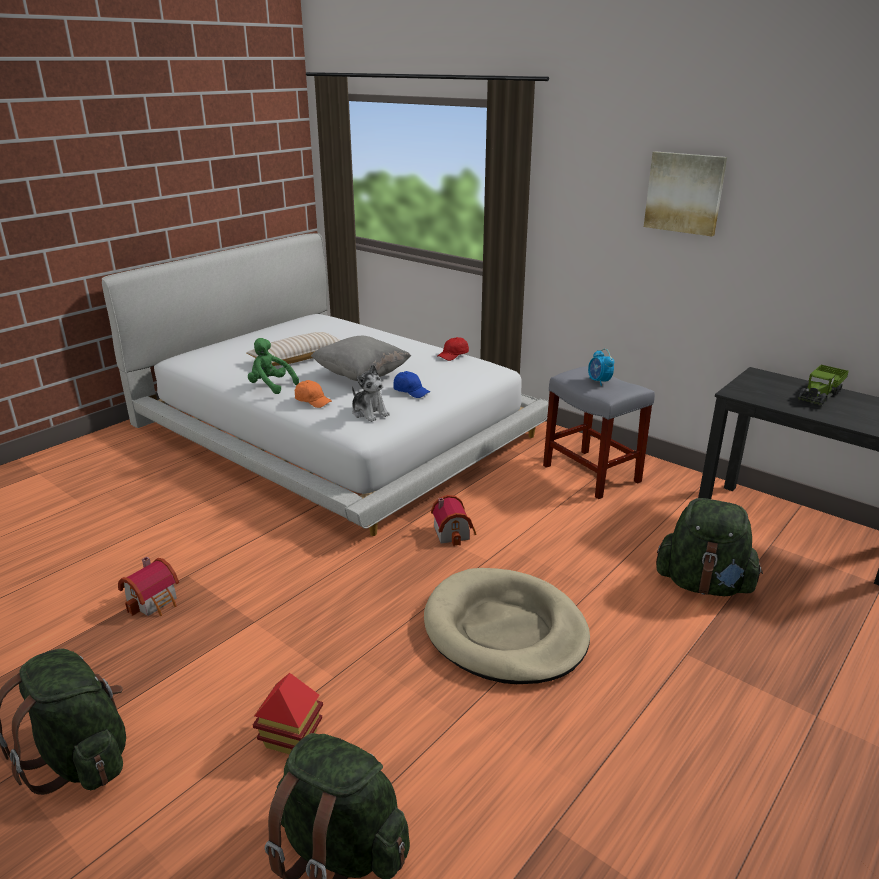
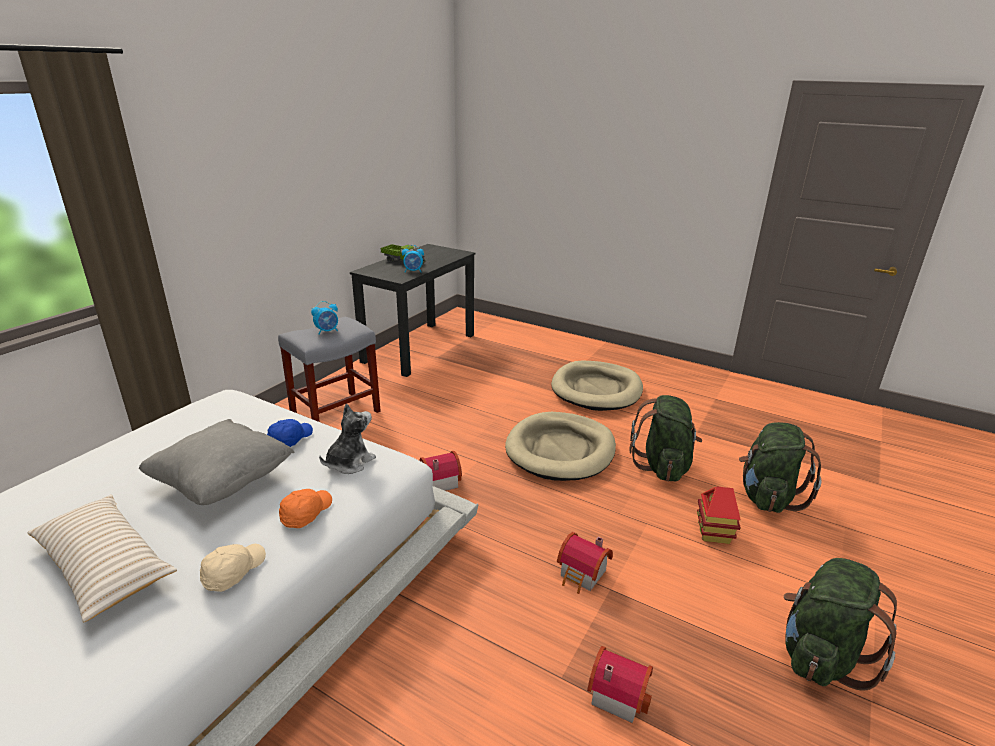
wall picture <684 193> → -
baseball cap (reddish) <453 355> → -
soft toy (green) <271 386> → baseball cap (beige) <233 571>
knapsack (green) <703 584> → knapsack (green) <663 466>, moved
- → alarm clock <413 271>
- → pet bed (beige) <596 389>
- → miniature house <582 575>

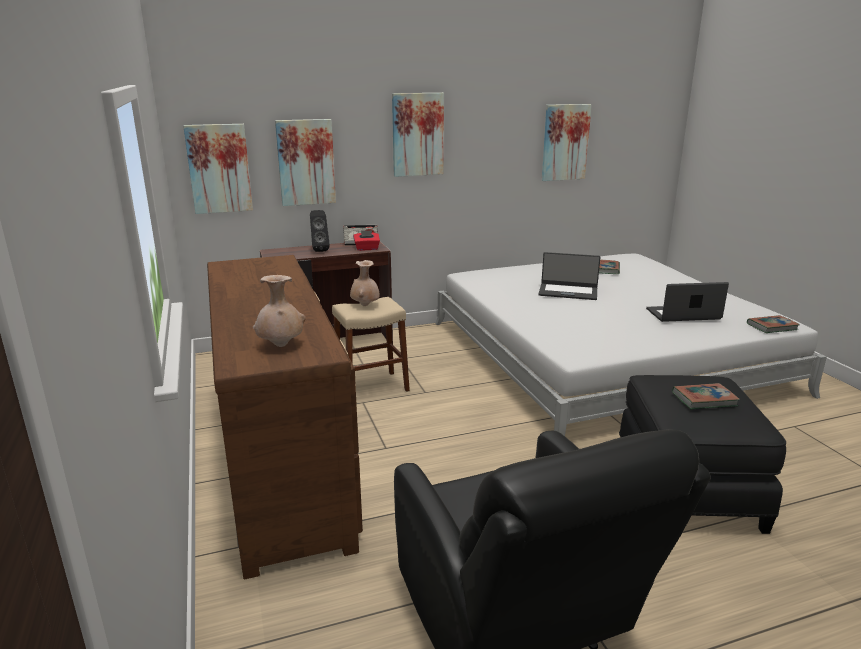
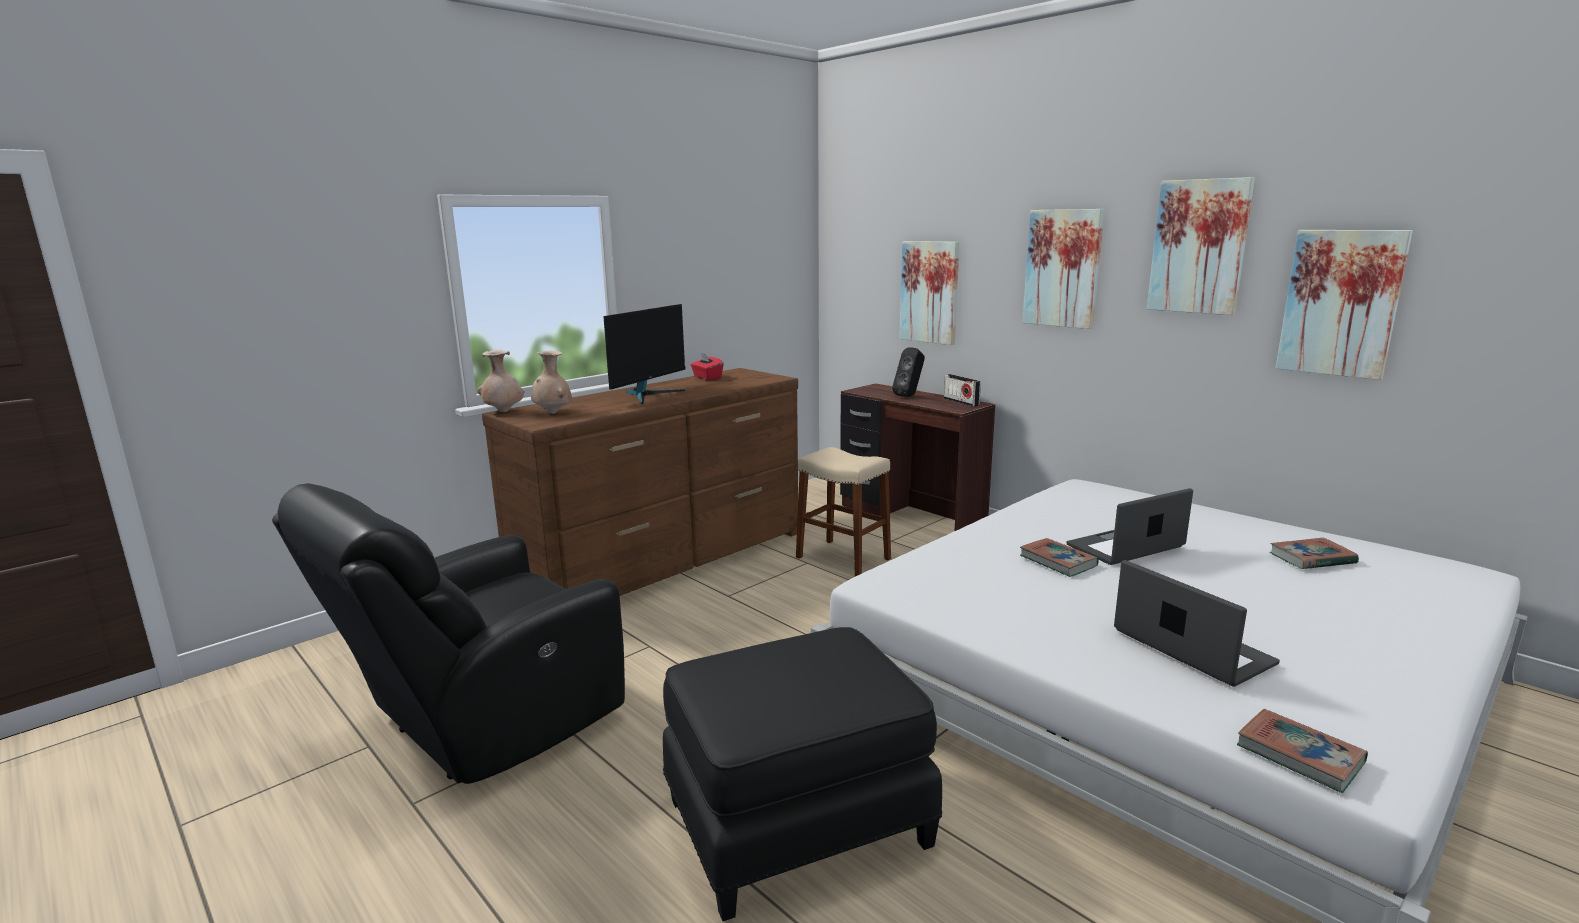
wall picture <219 168> → wall picture <1199 246>, moved
box of tissues (reddish) <367 249> → box of tissues (reddish) <707 378>, moved
notebook computer <568 292> → notebook computer <1126 547>, 75 degrees clockwise
decorative vase (beige) <365 305> → decorative vase (beige) <504 412>, moved
volume <704 399> → volume <1058 561>, moved
- → computer display <648 395>

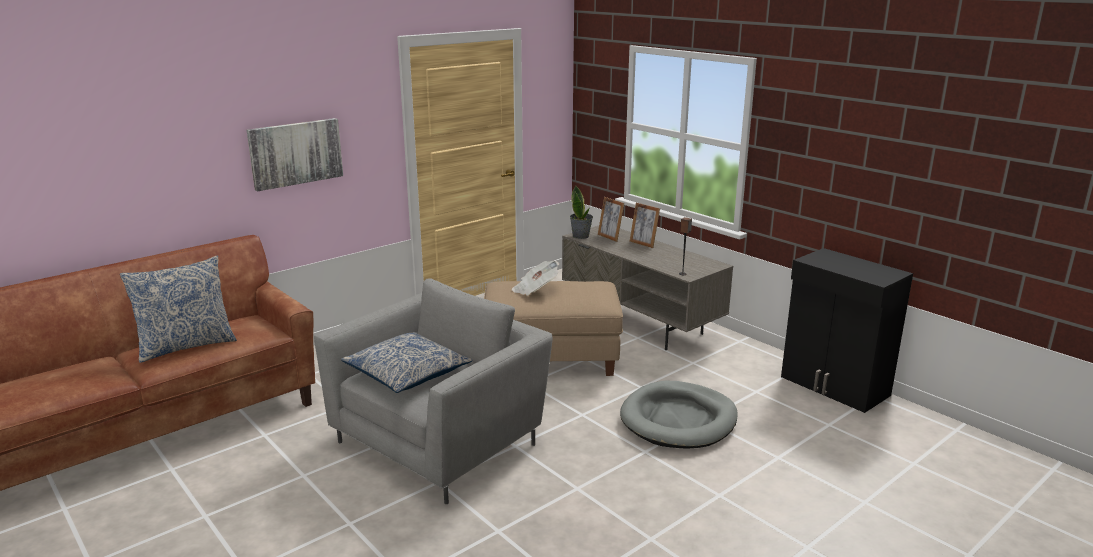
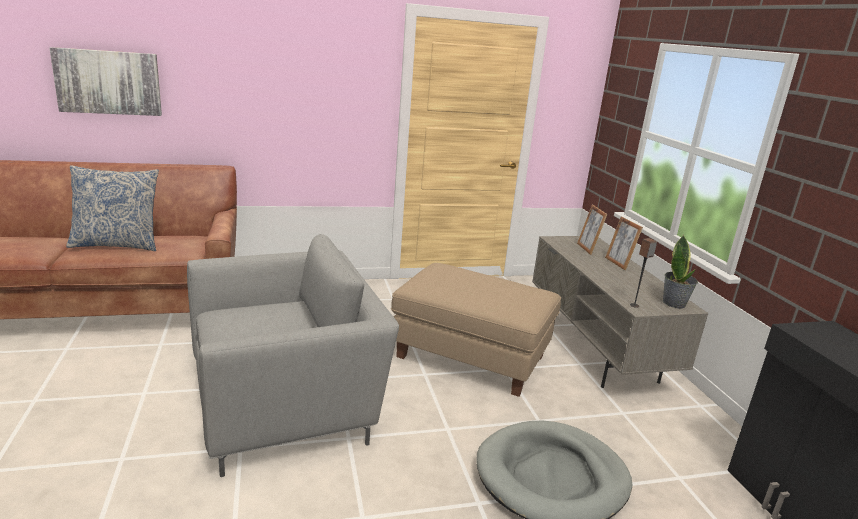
wall picture <295 153> → wall picture <108 82>, moved
plant in a pot <581 236> → plant in a pot <674 303>, moved
newspaper <535 289> → -
cushion <407 373> → -

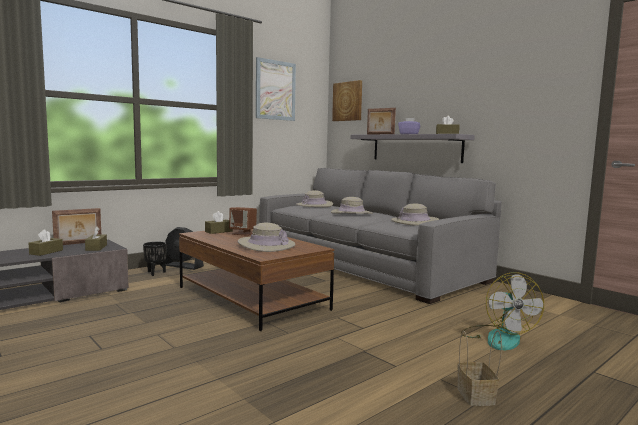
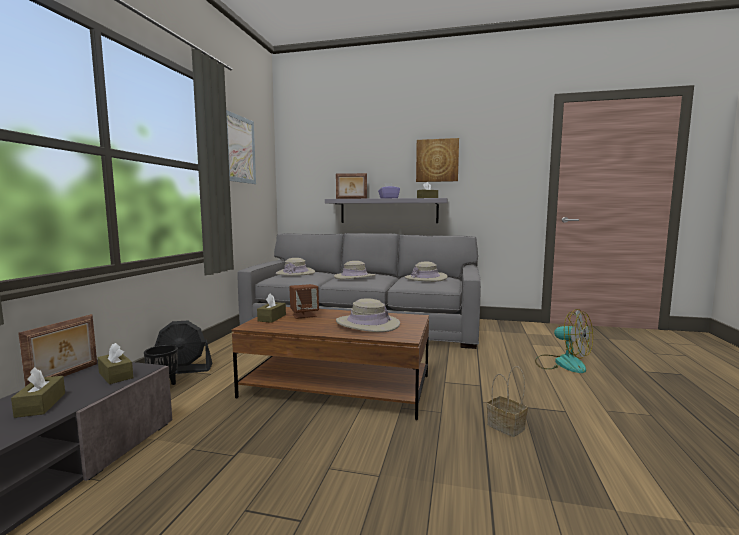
wall picture <348 101> → wall picture <437 160>, moved
storage basket <477 396> → storage basket <507 427>, moved

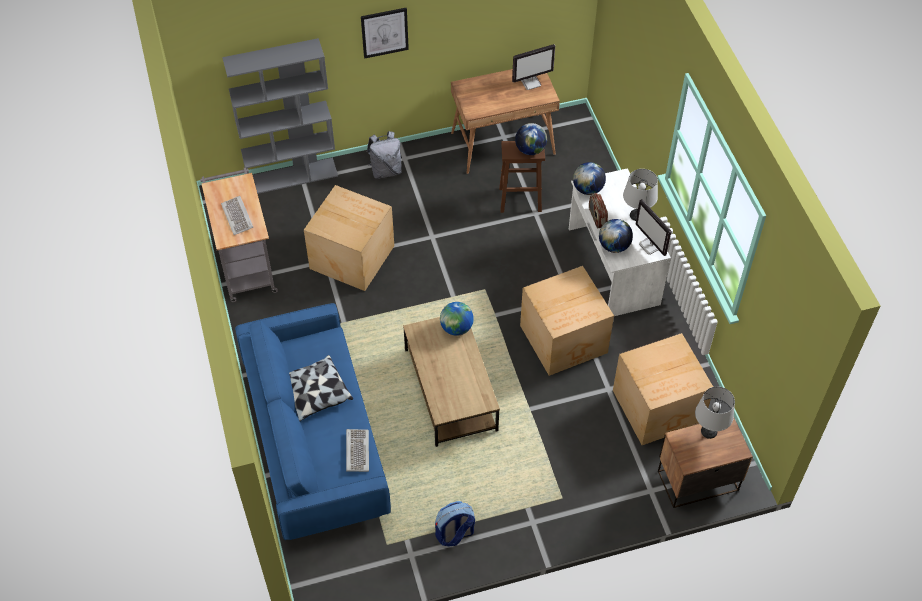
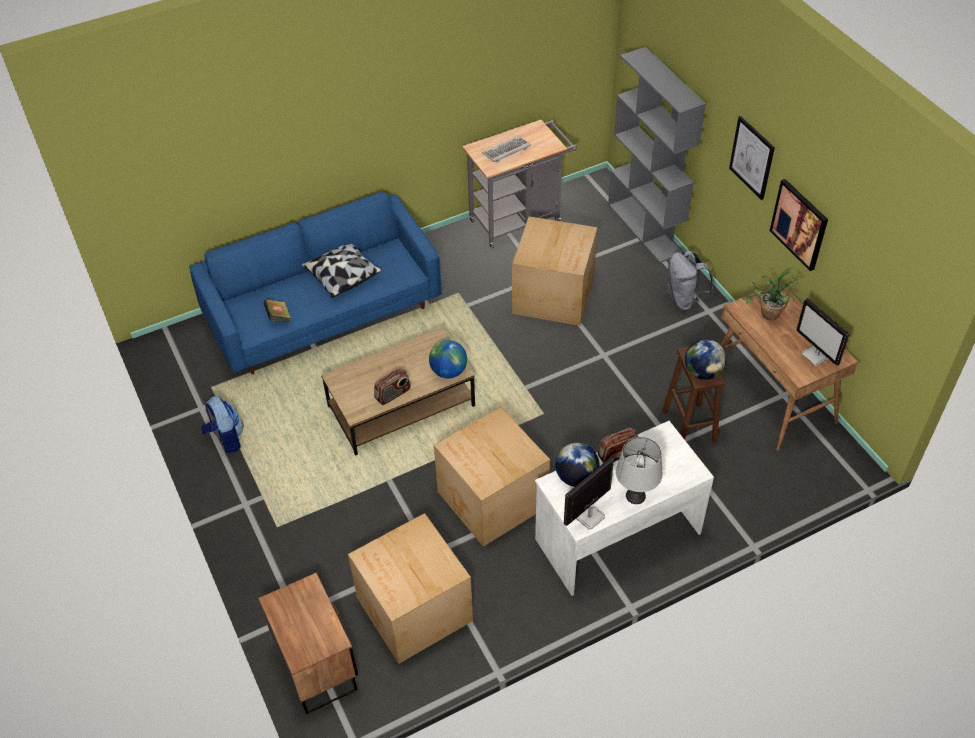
globe <588 189> → -
table lamp (gray) <709 431> → -
PC keyboard <357 451> → volume <278 318>
- → wall picture <799 224>
- → plant in a pot <766 316>
- → radio receiver <393 394>

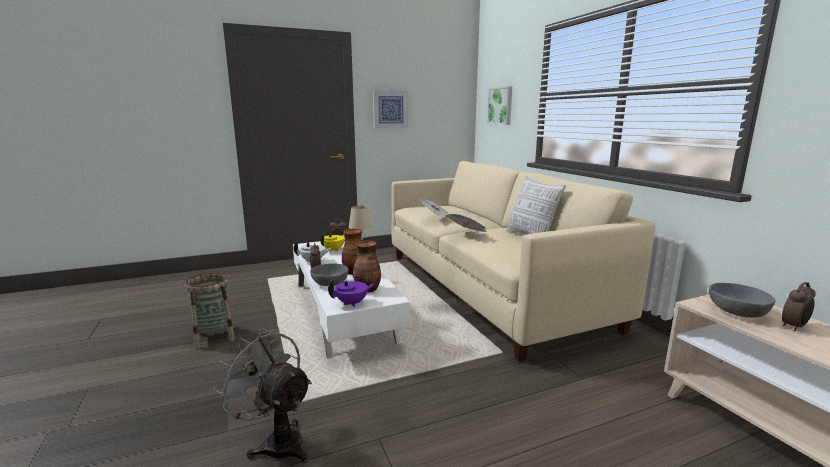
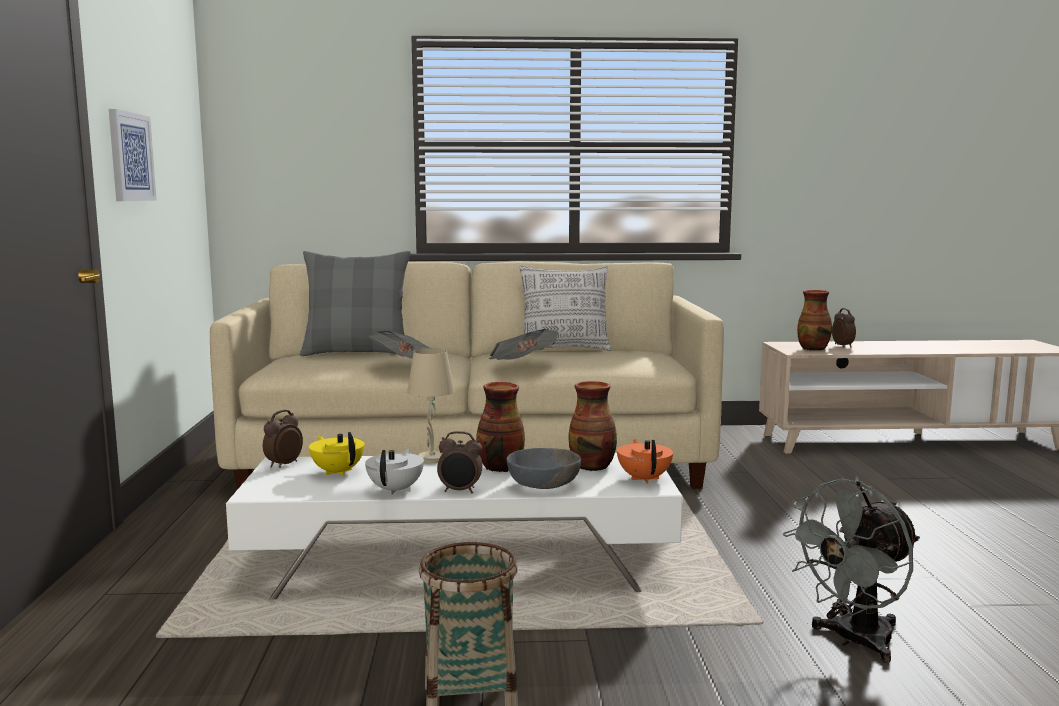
wall picture <500 106> → -
tea pot (purplish) <352 303> → tea pot (orange) <644 478>
bowl (gray) <737 312> → decorative vase <813 349>
- → cushion (gray) <357 353>

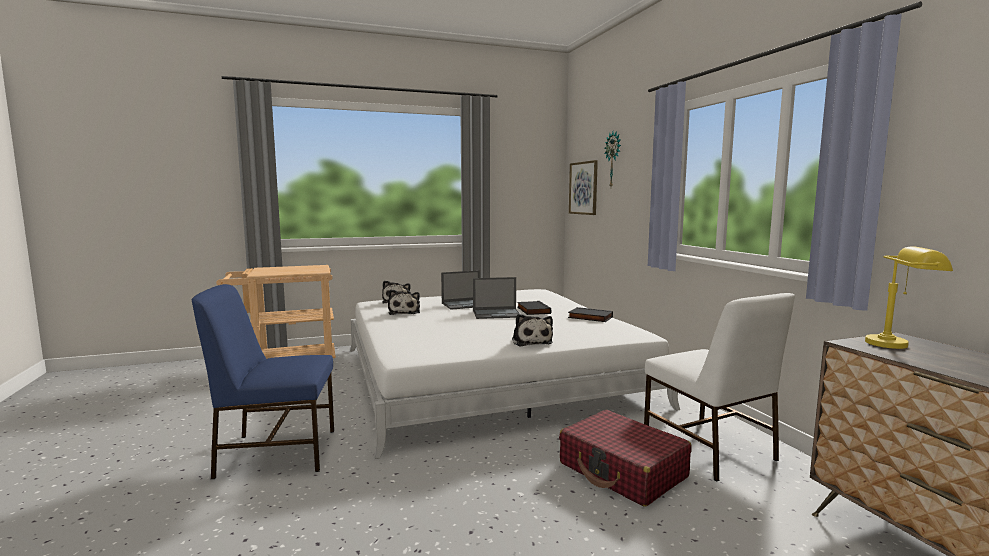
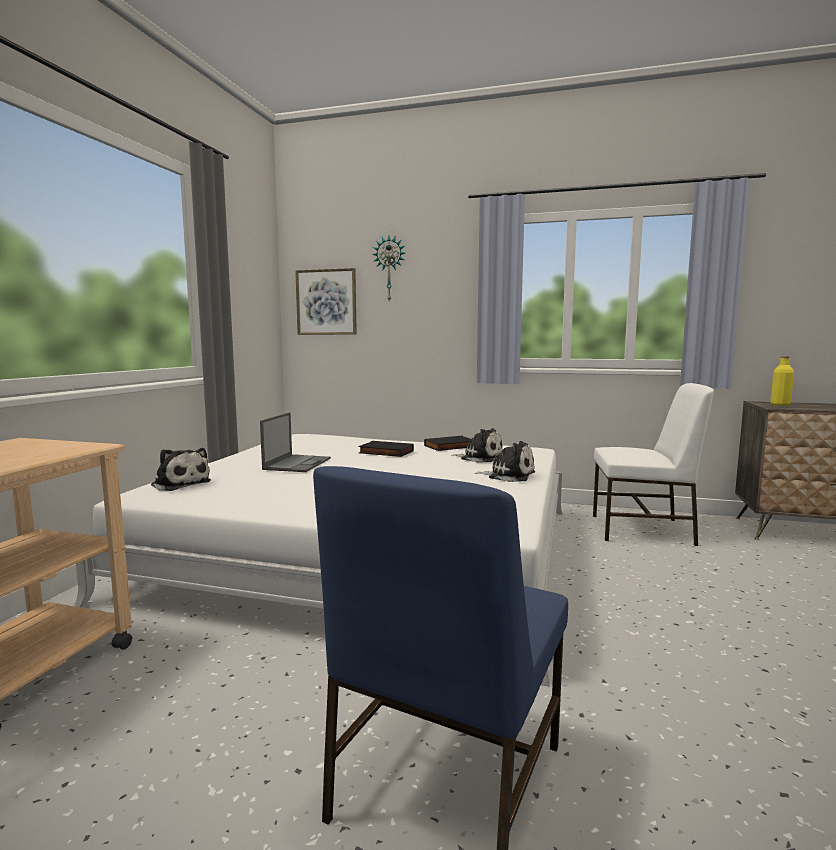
table lamp (yellow) <900 344> → drink bottle (yellow) <780 404>
notebook computer <497 314> → -
soft toy <404 312> → soft toy <480 458>, moved
travel case (reddish) <622 471> → -

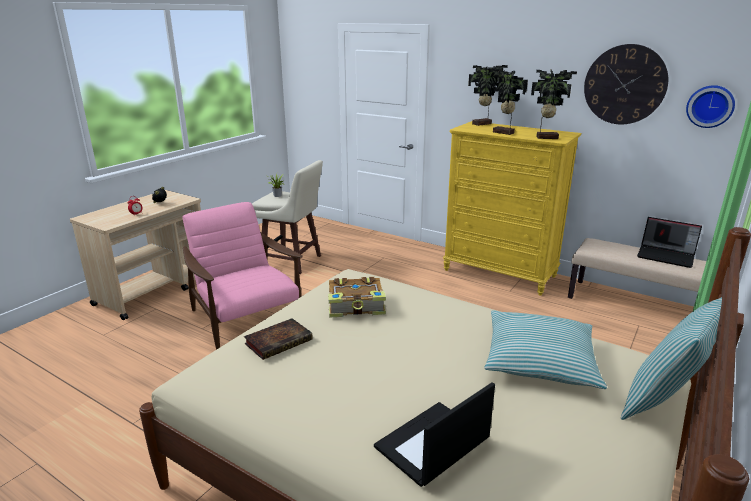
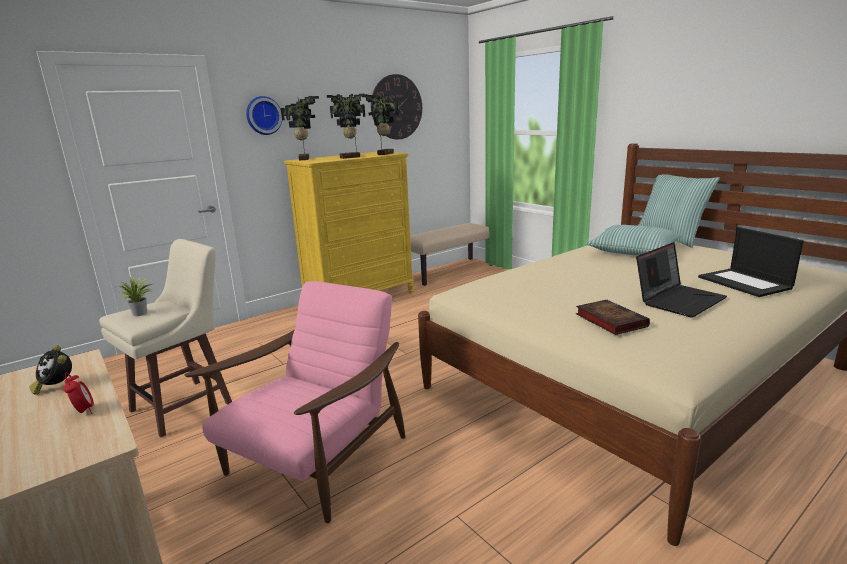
wall clock <710 106> → wall clock <263 115>, moved
easy chair (pink) <246 318> → easy chair (pink) <316 459>, 135 degrees clockwise
notebook computer <666 256> → notebook computer <678 300>, moved
volume <357 306> → -

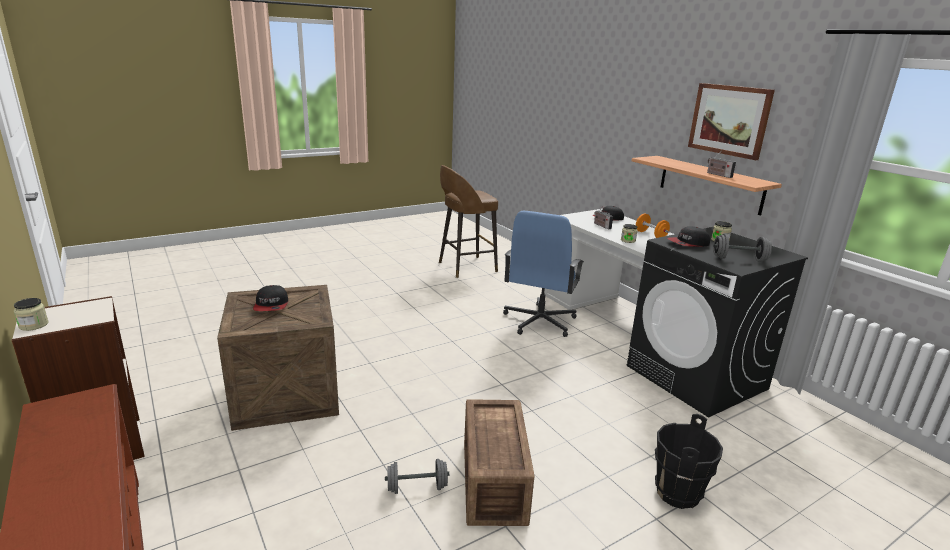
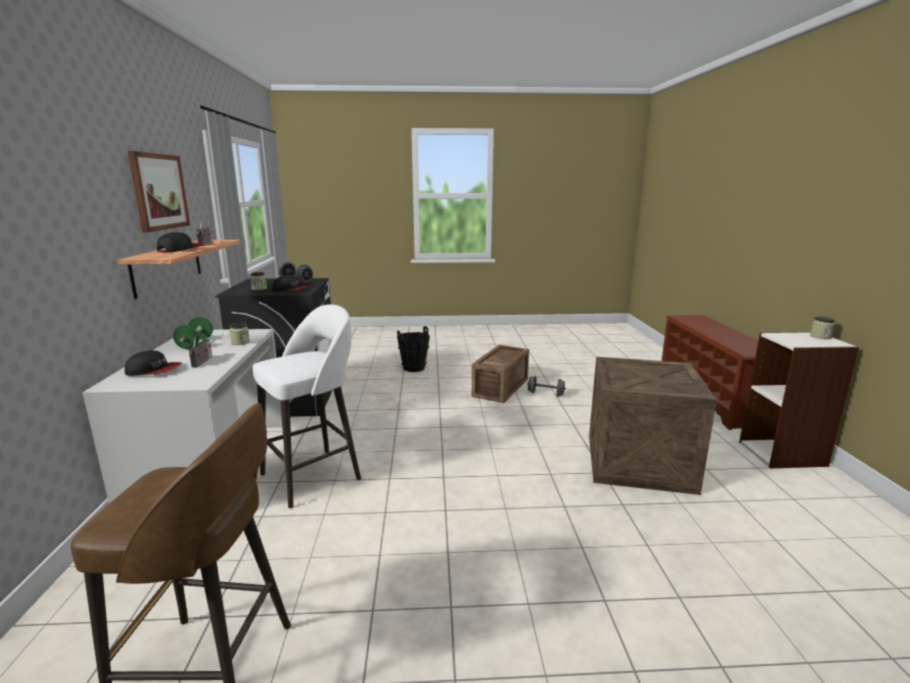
office chair (blue-coloured) <539 321> → stool (white-coloured) <314 476>
dumbbell (orange) <651 235> → dumbbell (green) <195 344>
baseball cap <271 305> → baseball cap <180 249>, moved

